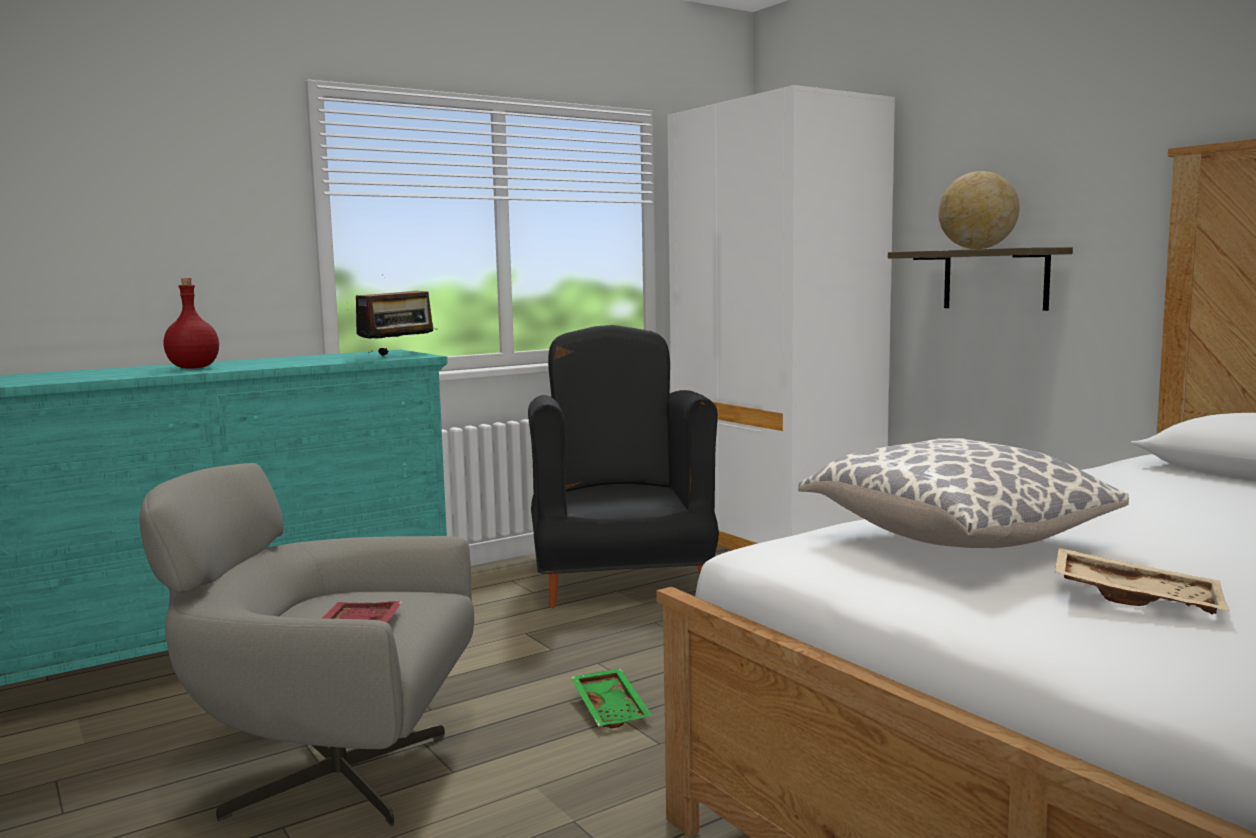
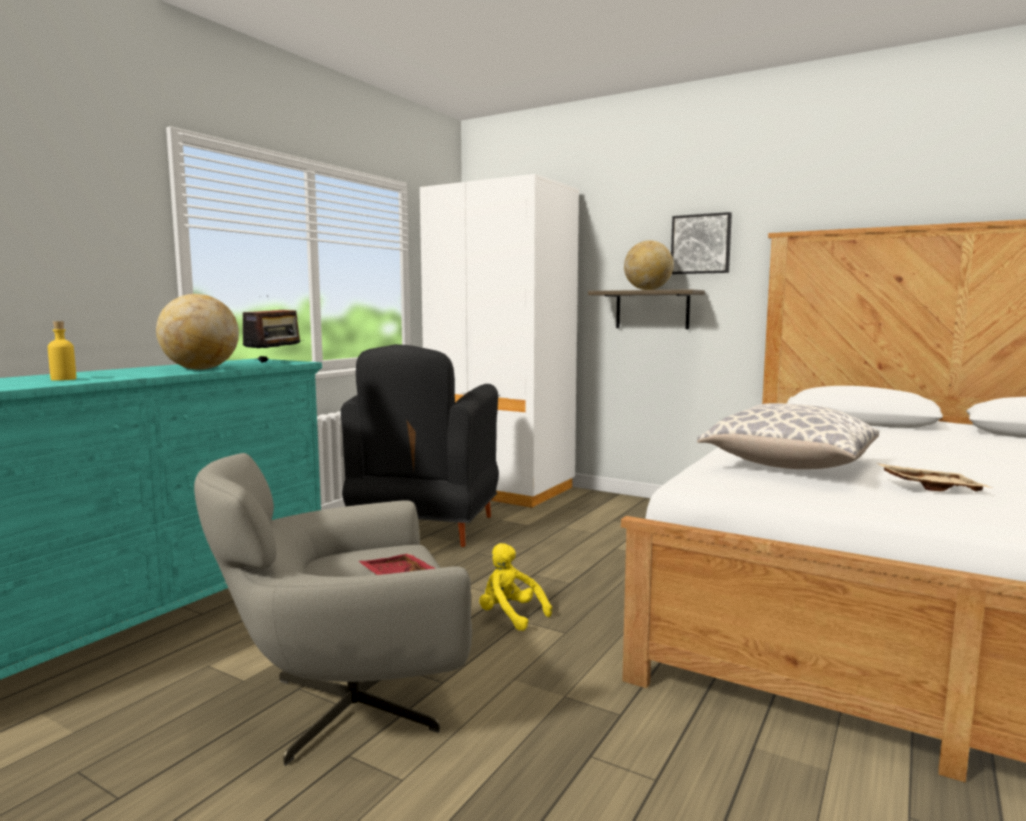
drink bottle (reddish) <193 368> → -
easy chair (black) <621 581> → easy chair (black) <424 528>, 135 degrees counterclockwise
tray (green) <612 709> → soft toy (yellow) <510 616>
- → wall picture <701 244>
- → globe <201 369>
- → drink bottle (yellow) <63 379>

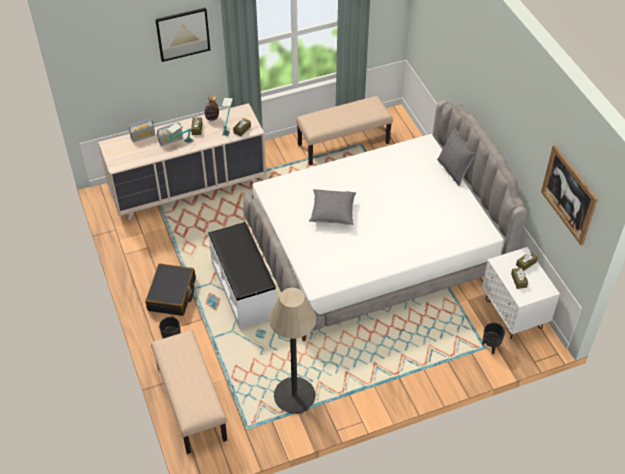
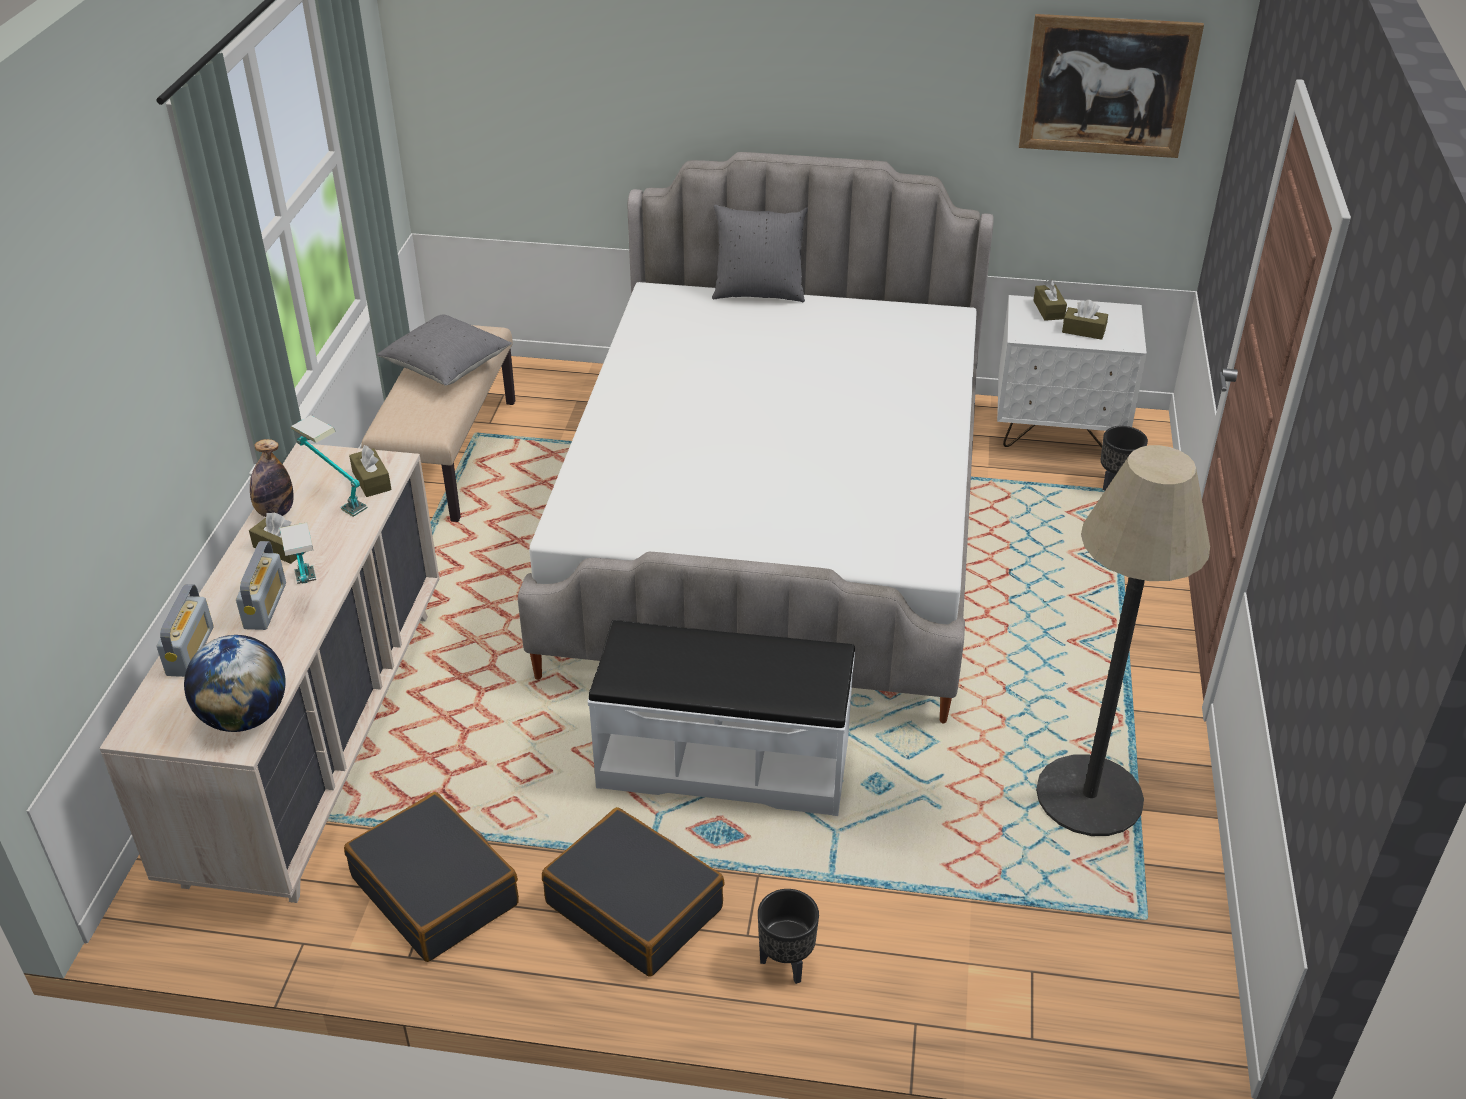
wall picture <183 34> → -
cushion (gray) <332 213> → cushion (gray) <447 367>, moved
long seat (beige) <190 403> → -
- → globe <245 717>
- → travel case (black) <436 890>

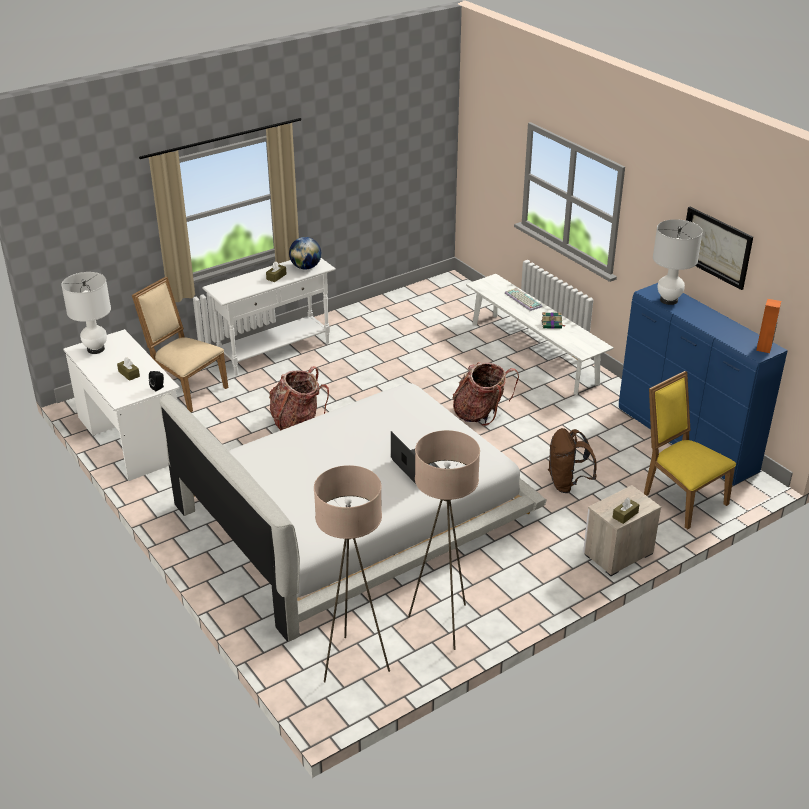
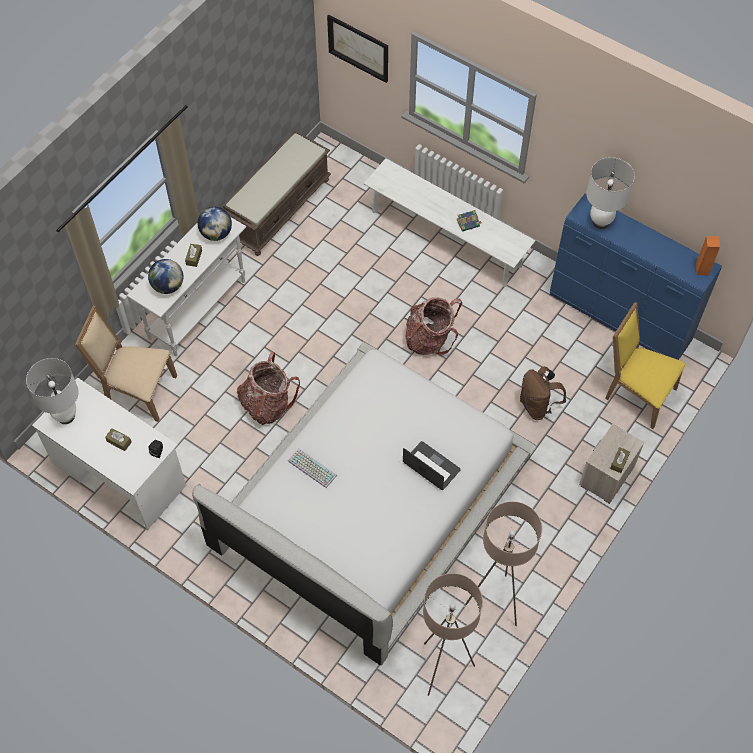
wall picture <716 247> → wall picture <358 48>, moved
PC keyboard <522 300> → PC keyboard <311 468>, moved
- → long seat (brown) <279 208>
- → globe <168 286>

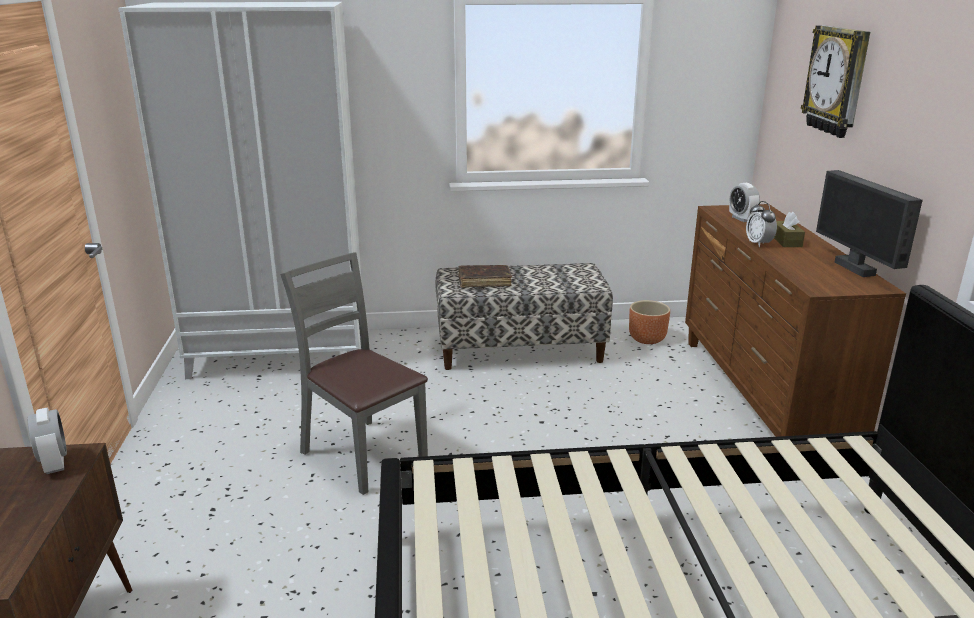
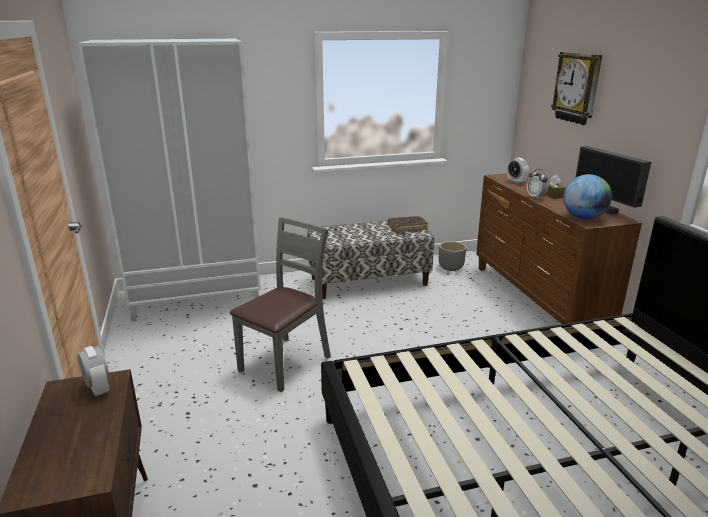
upright chair (gray) <363 455> → upright chair (gray) <285 363>, 90 degrees clockwise
volume (brown) <484 281> → volume (brown) <407 227>, moved
plant pot (brown) <647 339> → plant pot (gray) <451 267>
- → globe <583 218>

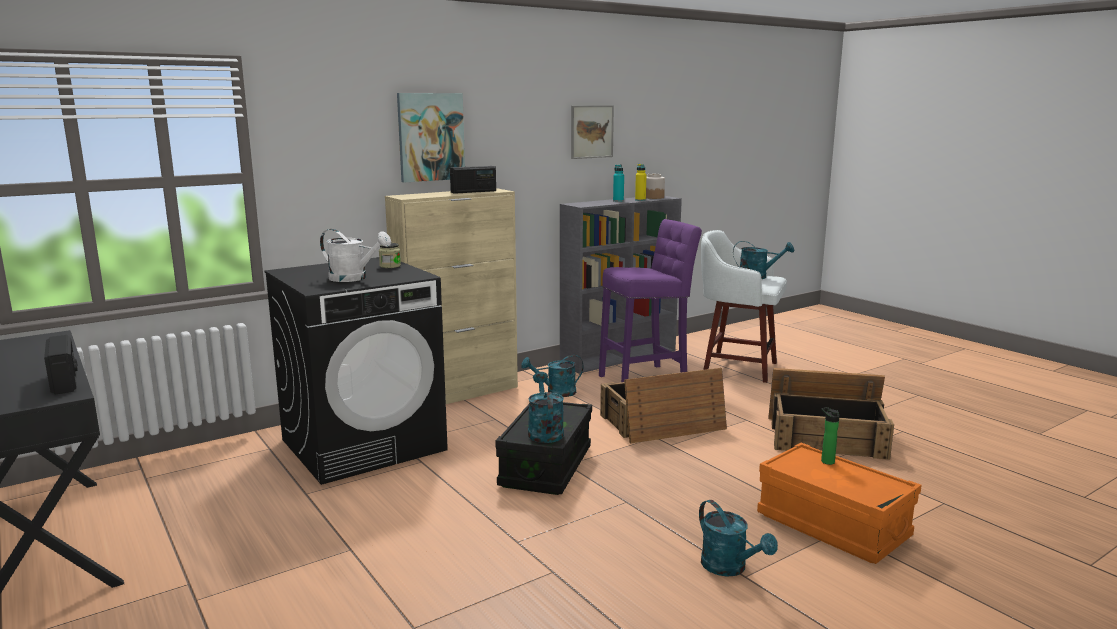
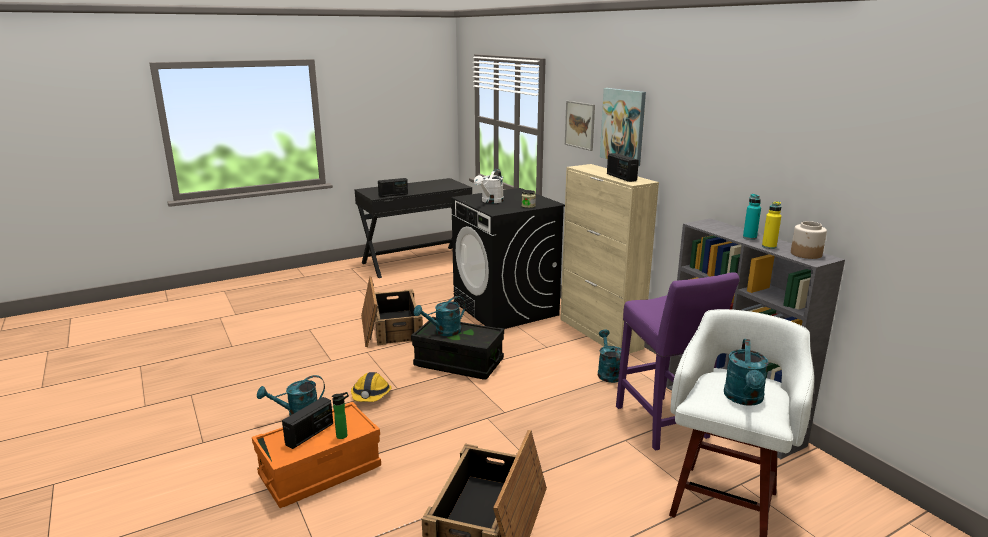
wall picture <591 131> → wall picture <580 125>, moved
shipping crate <661 423> → shipping crate <390 327>, moved
watering can (blue-green) <544 431> → watering can (blue-green) <444 332>, 150 degrees clockwise
- → hard hat <371 395>
- → radio receiver <310 434>

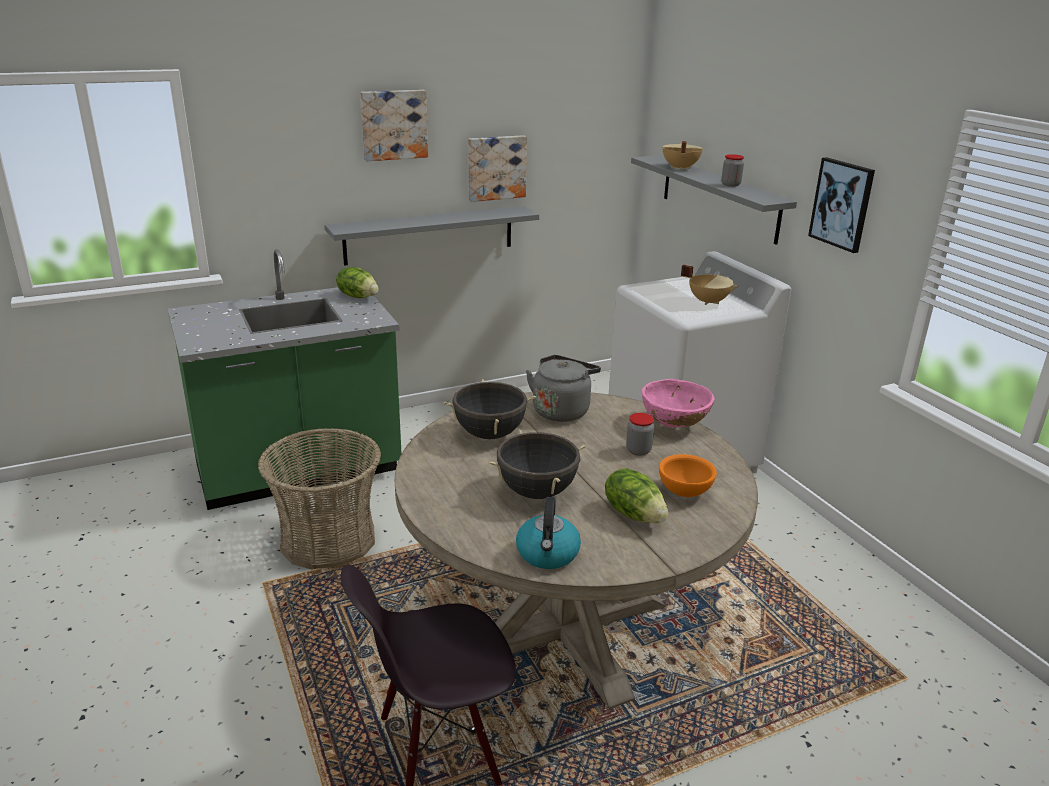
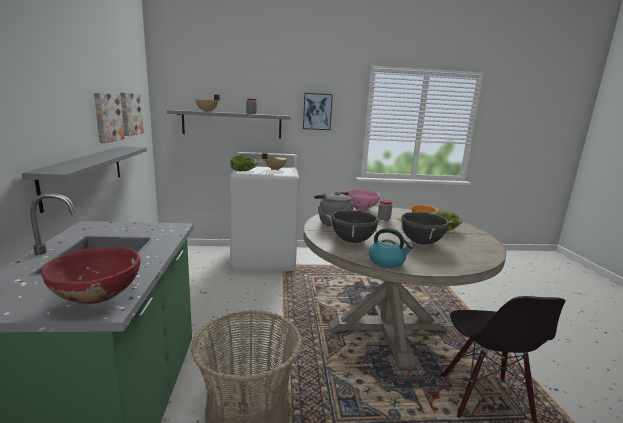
wall picture <393 124> → wall picture <130 114>, moved
lettuce <358 296> → lettuce <243 171>, moved
water kettle <548 554> → water kettle <387 261>, moved
- → bowl (reddish) <98 298>

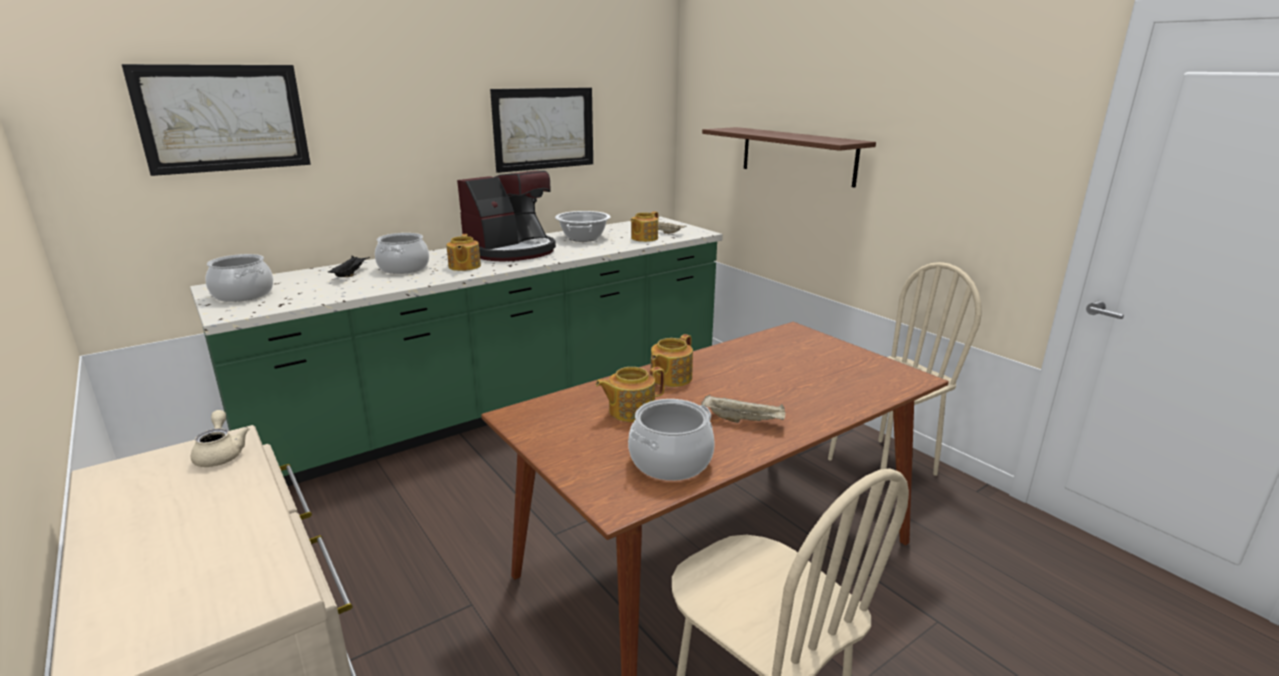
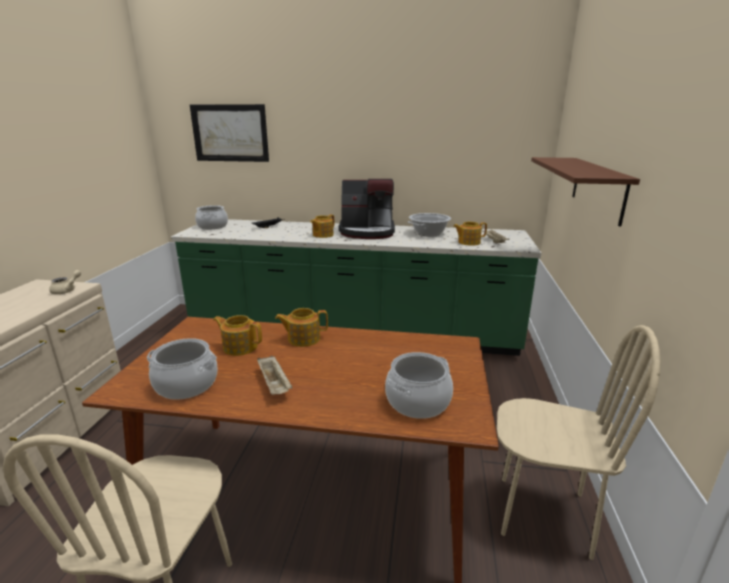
wall picture <543 128> → -
cooking pot <404 268> → cooking pot <418 402>, moved

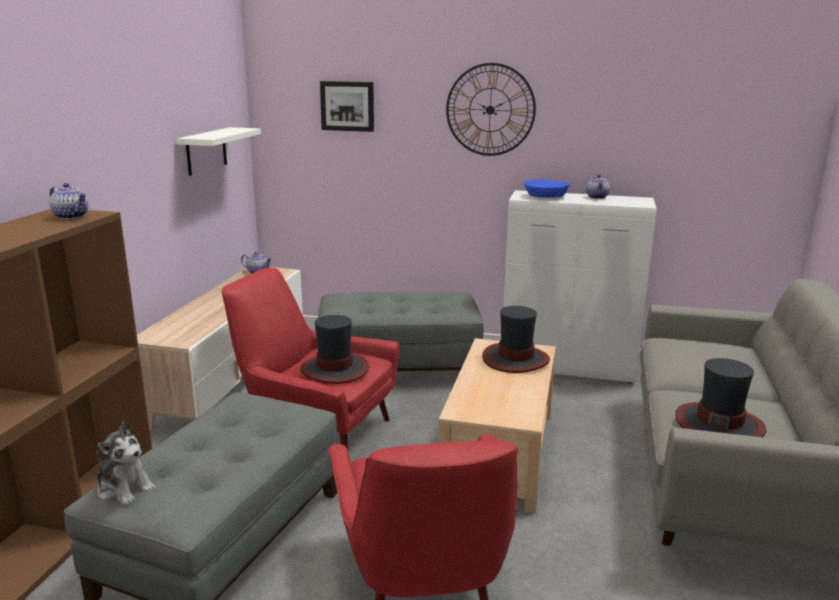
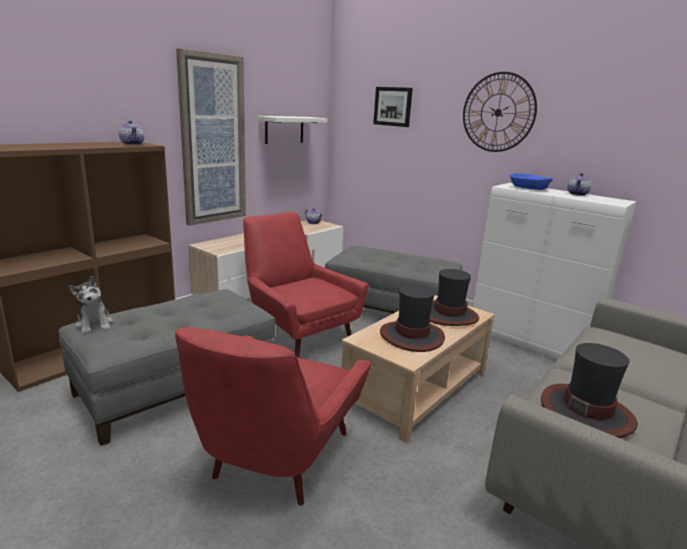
clothing hat <335 369> → clothing hat <412 336>, moved
- → wall picture <213 140>

